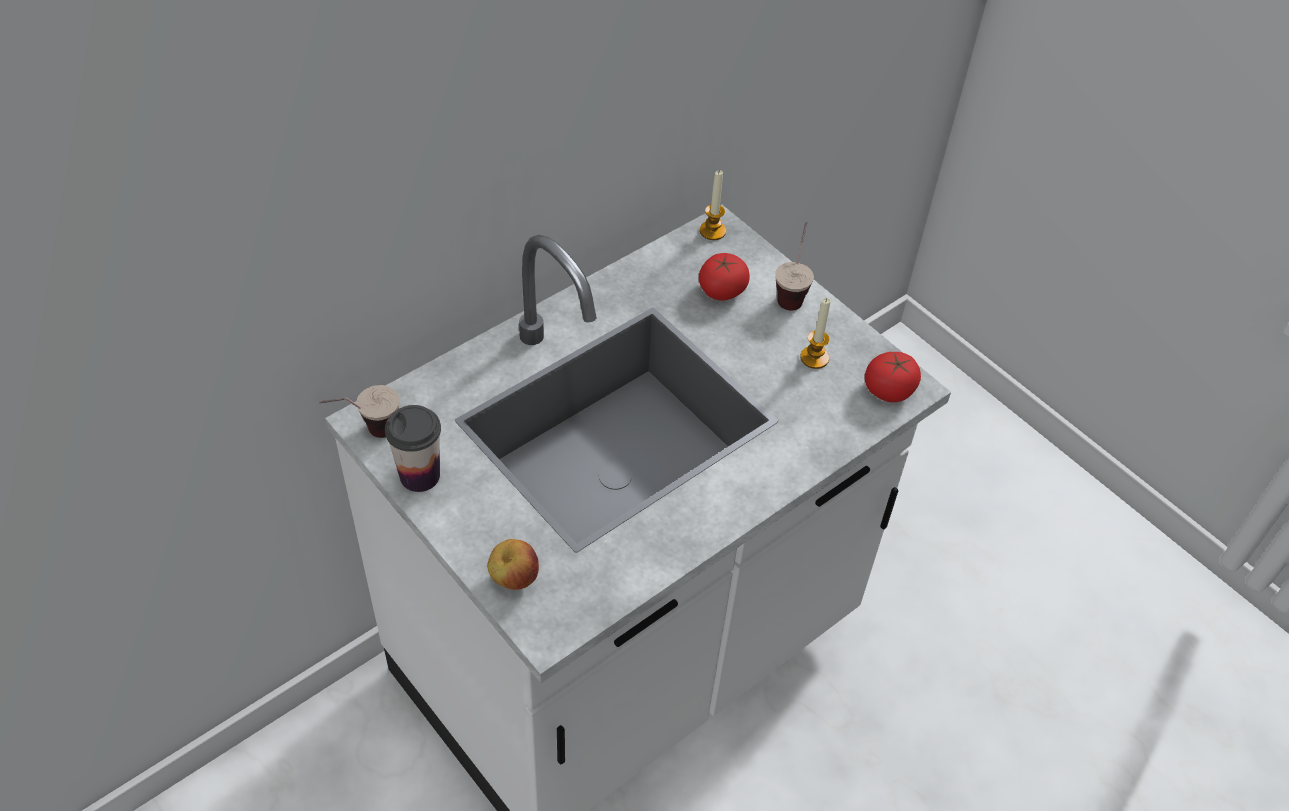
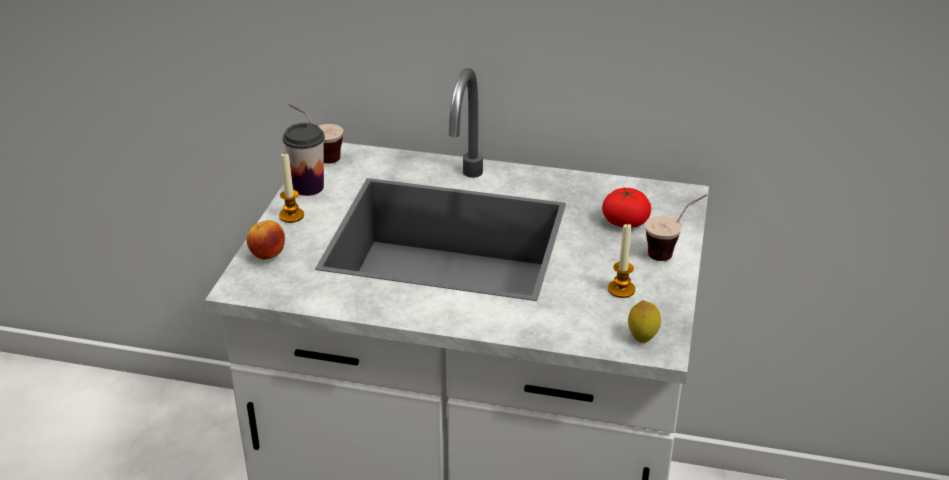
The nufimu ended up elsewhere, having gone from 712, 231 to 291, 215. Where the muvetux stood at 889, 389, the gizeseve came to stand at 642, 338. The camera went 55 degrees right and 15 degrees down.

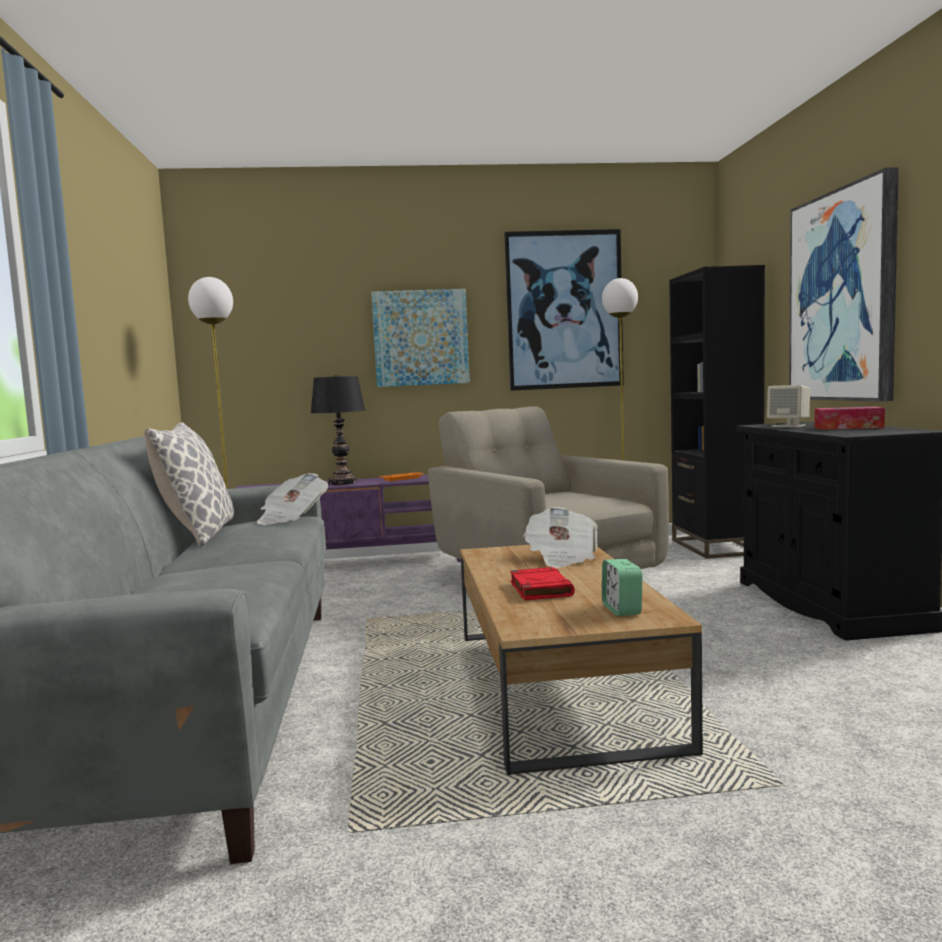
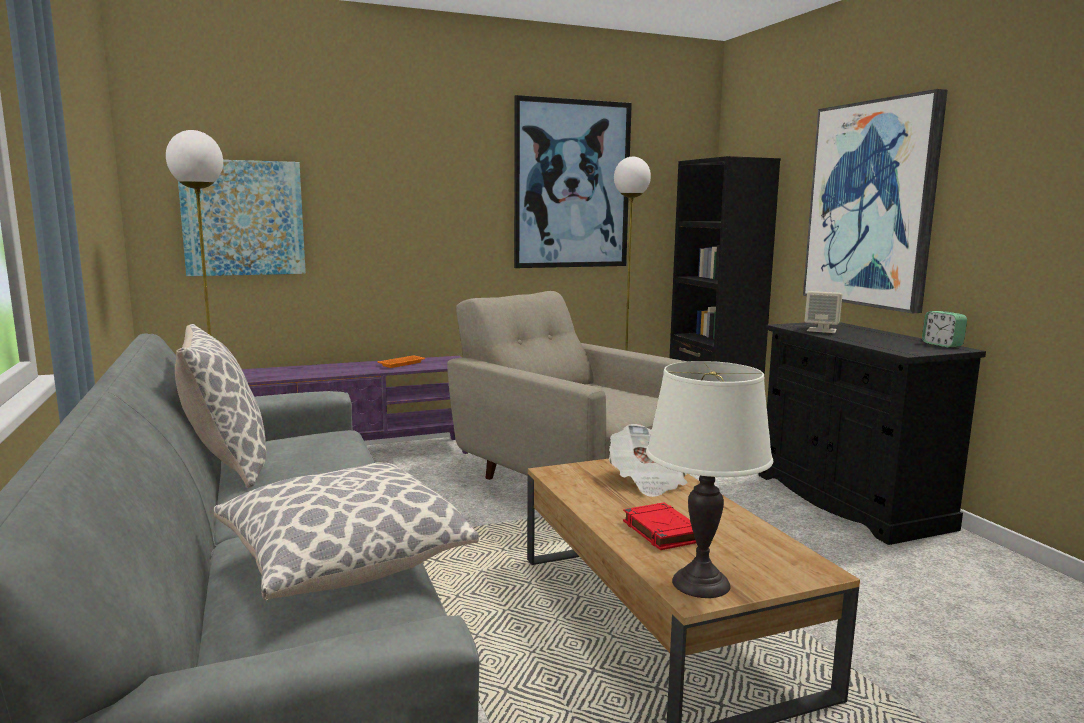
The second view lost the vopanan at 292, 518. The second view lost the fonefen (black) at 342, 483. The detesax ended up elsewhere, having gone from 420, 338 to 243, 218. The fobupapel ended up elsewhere, having gone from 622, 609 to 942, 345. The second view lost the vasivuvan at 848, 427. The second view gained the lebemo at 343, 563. The second view gained the fonefen (white) at 701, 583. The camera went 15 degrees left and 5 degrees up.

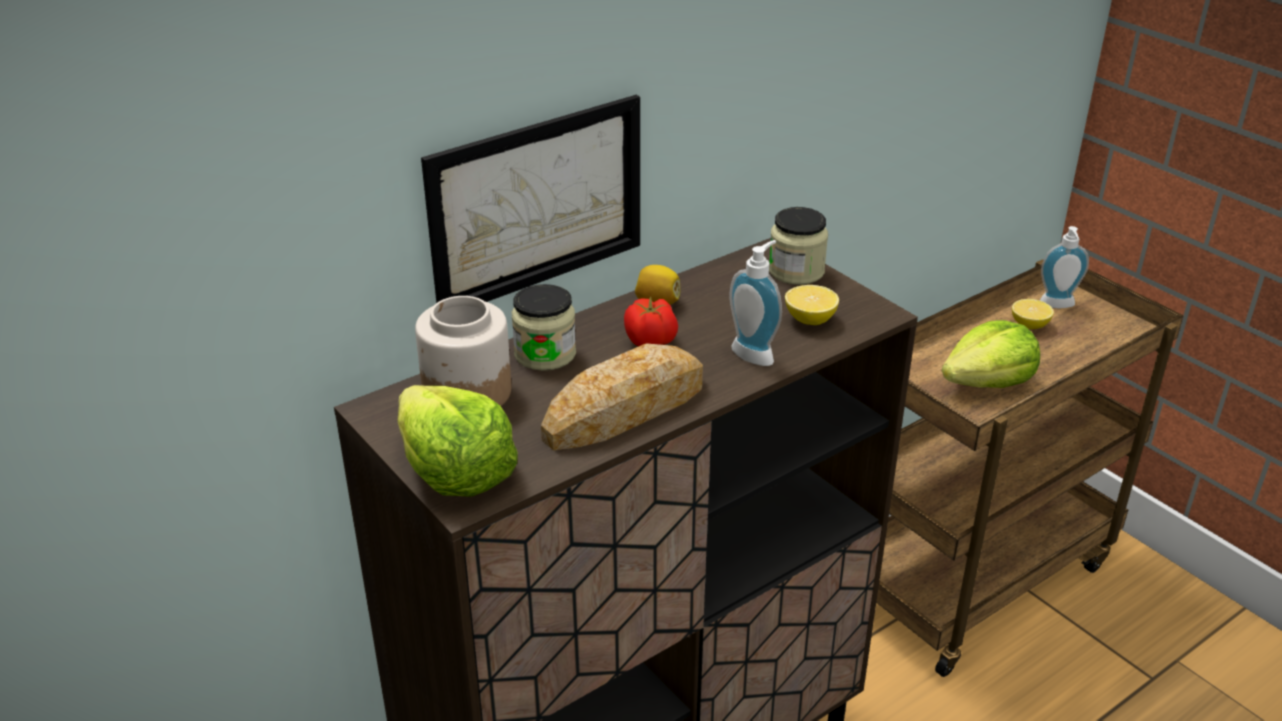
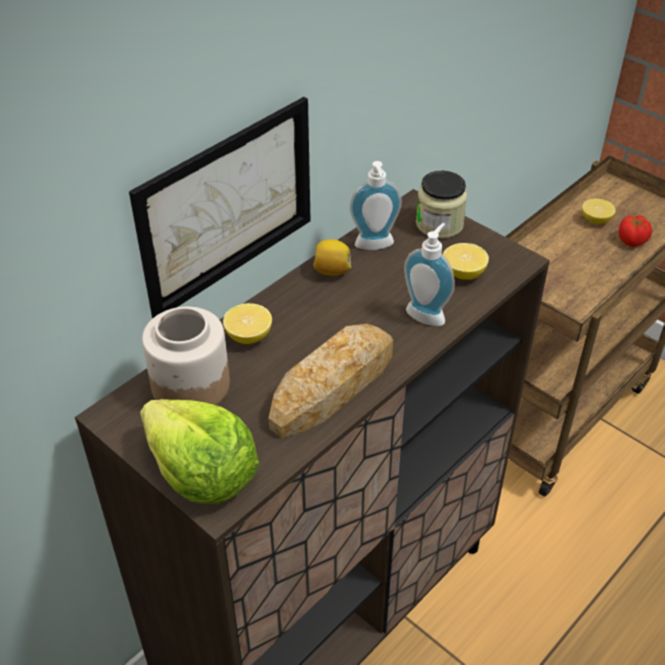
Where the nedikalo stood at 545, 354, the gizeseve came to stand at 249, 336. The muvetux ended up elsewhere, having gone from 651, 342 to 632, 241. The second view lost the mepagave at 988, 383. The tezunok ended up elsewhere, having gone from 1057, 306 to 375, 247. The camera went 10 degrees left and 10 degrees up.

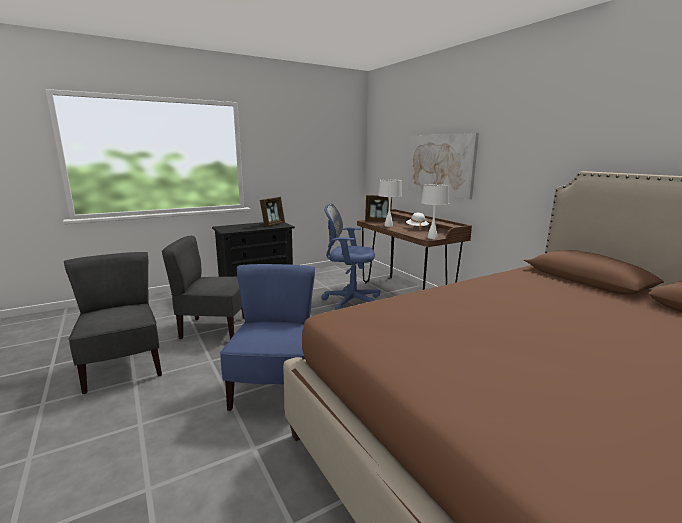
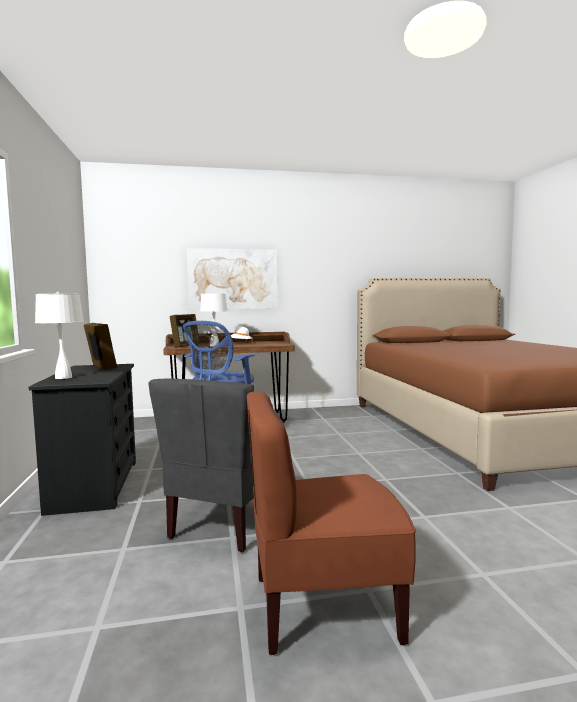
What was the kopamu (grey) at 124, 368 turned into the kopamu (brown) at 323, 606. The second view lost the kopamu (blue) at 273, 389. The fonefen (white) ended up elsewhere, having gone from 432, 237 to 63, 377. The camera went 70 degrees left and 10 degrees down.

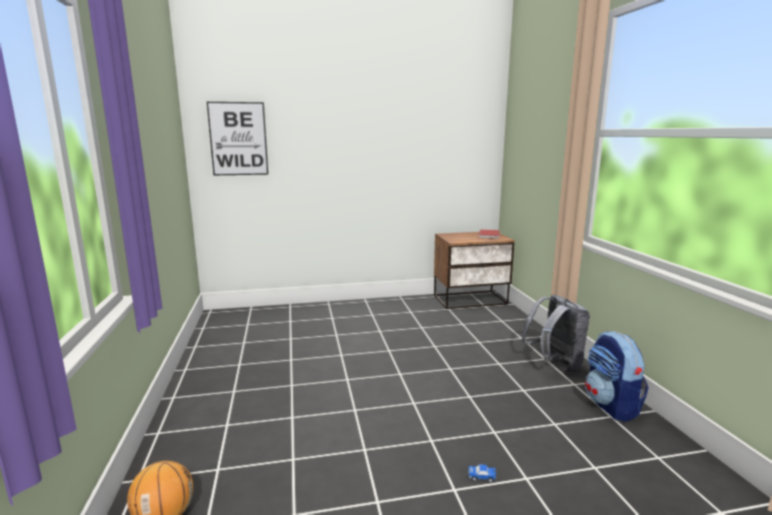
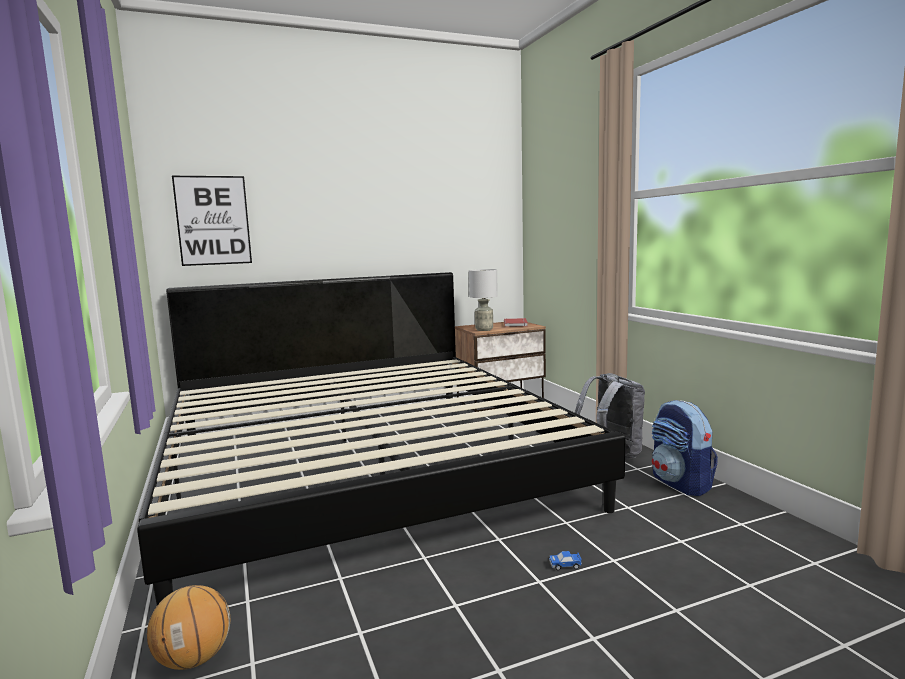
The second view gained the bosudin at 363, 468. The second view gained the fonefen (grey) at 483, 330. The camera went 10 degrees left and 5 degrees down.

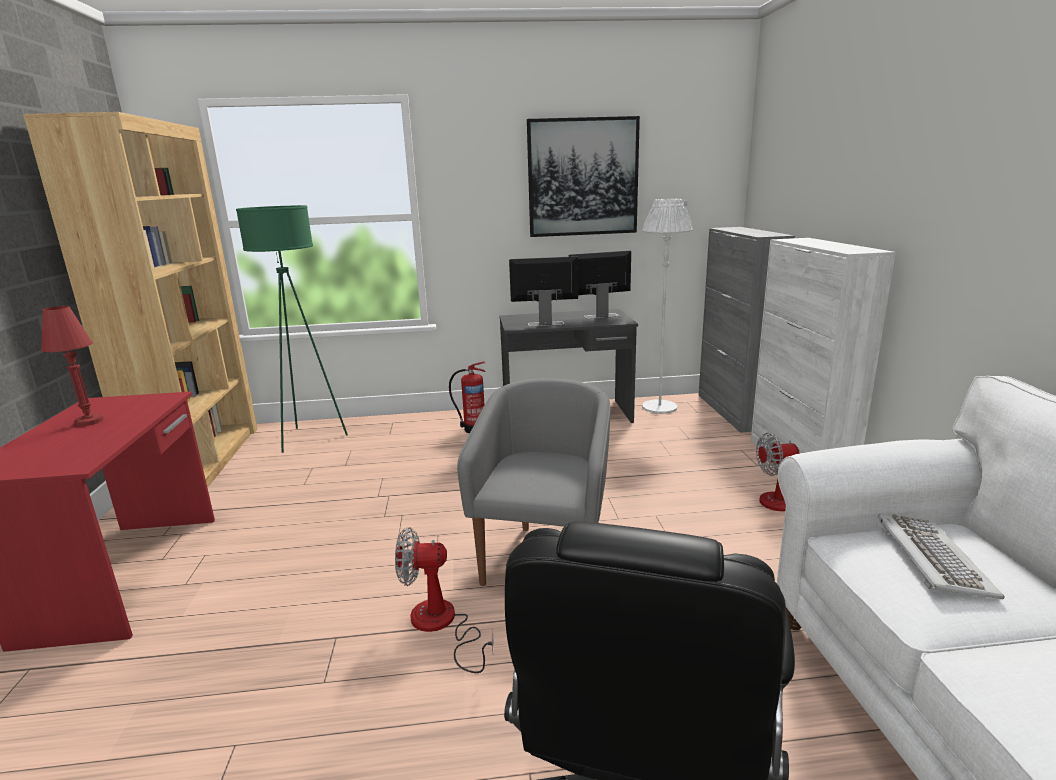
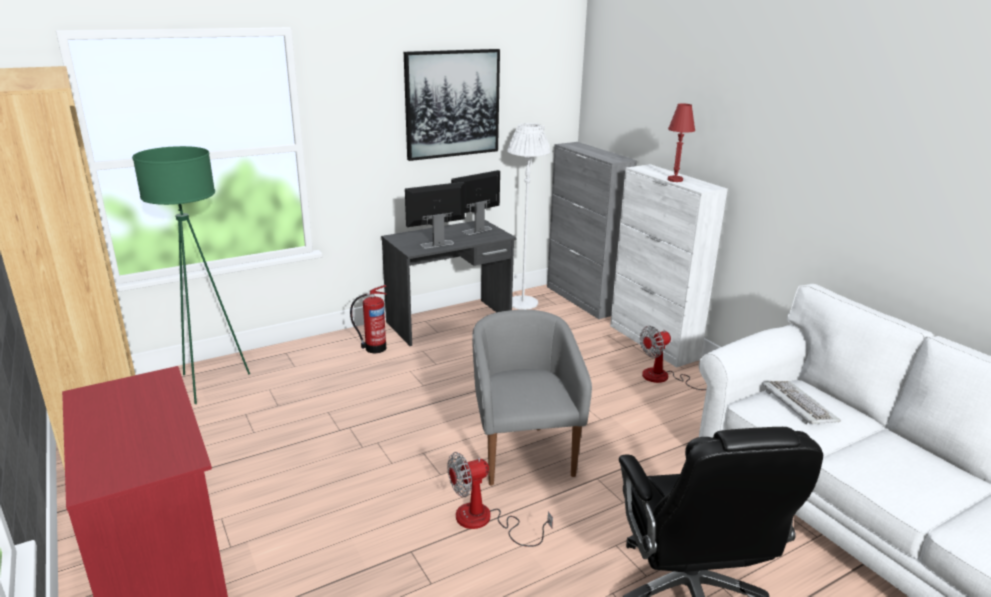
The fonefen (red) ended up elsewhere, having gone from 89, 421 to 675, 180. The camera went 25 degrees left and 5 degrees up.

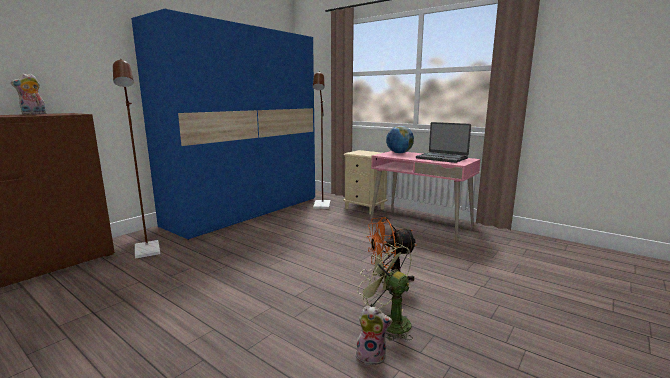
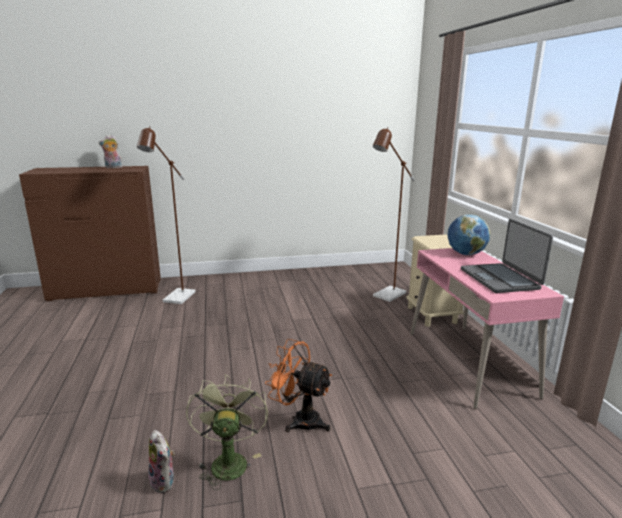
The second view lost the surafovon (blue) at 246, 211. The camera went 40 degrees right and 5 degrees up.

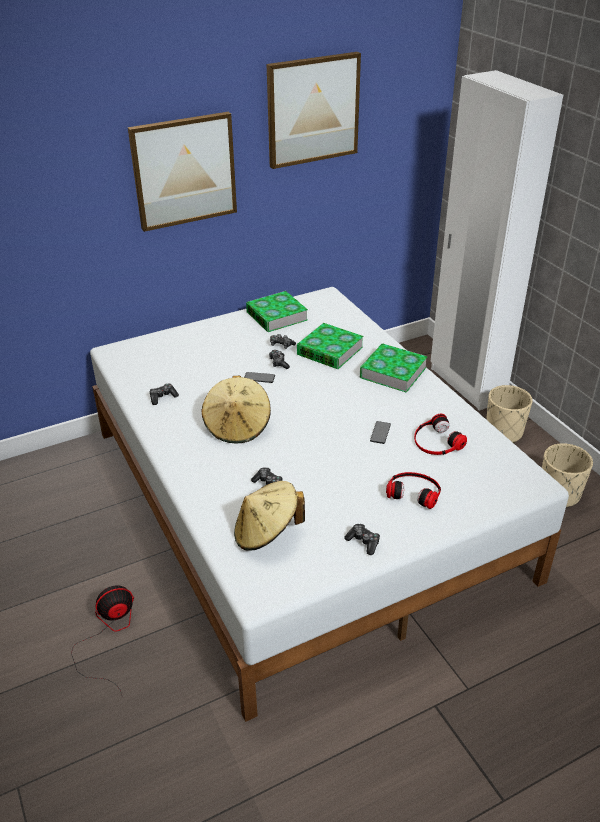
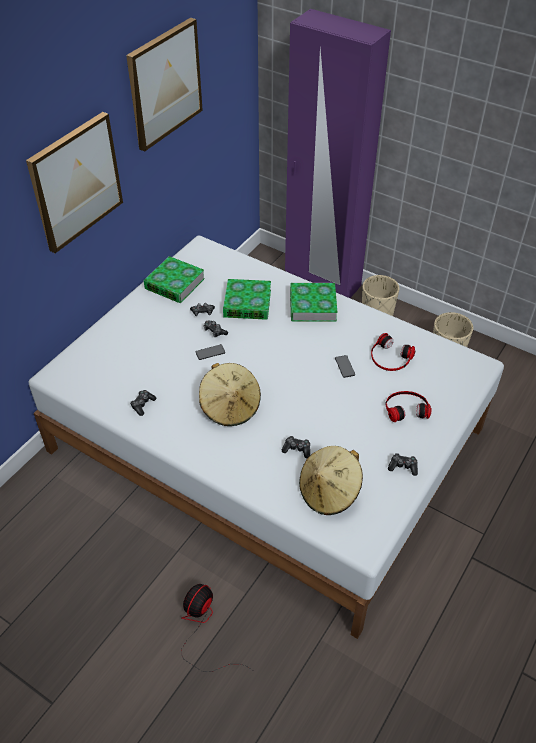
What was the surafovon (white) at 466, 385 turned into the surafovon (purple) at 322, 281. The camera went 30 degrees left and 10 degrees up.

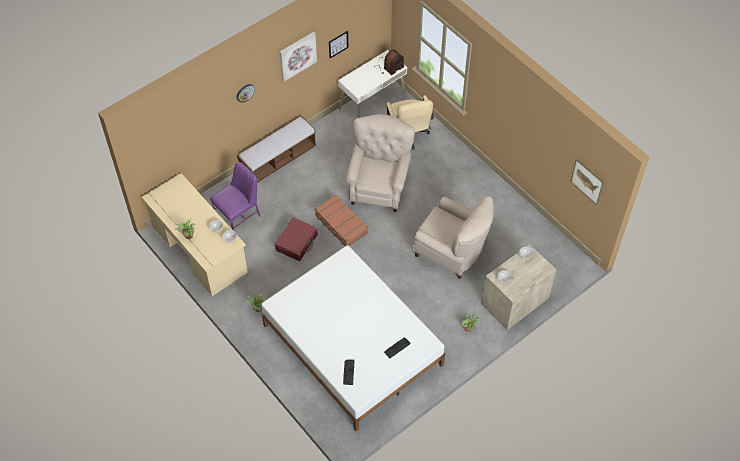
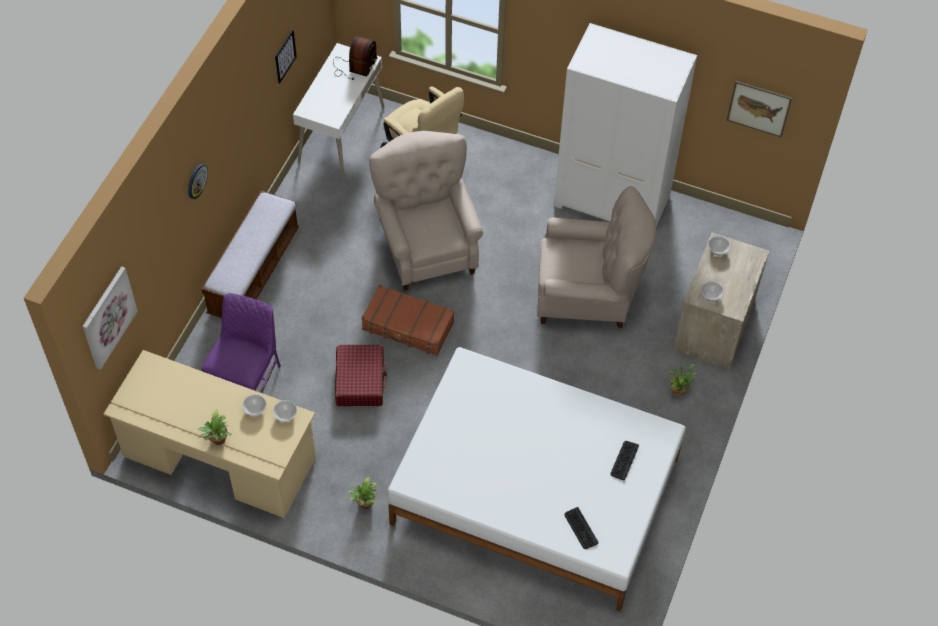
The detesax ended up elsewhere, having gone from 297, 55 to 108, 317. The second view gained the surafovon (white) at 613, 199. The camera went 30 degrees left and 0 degrees up.

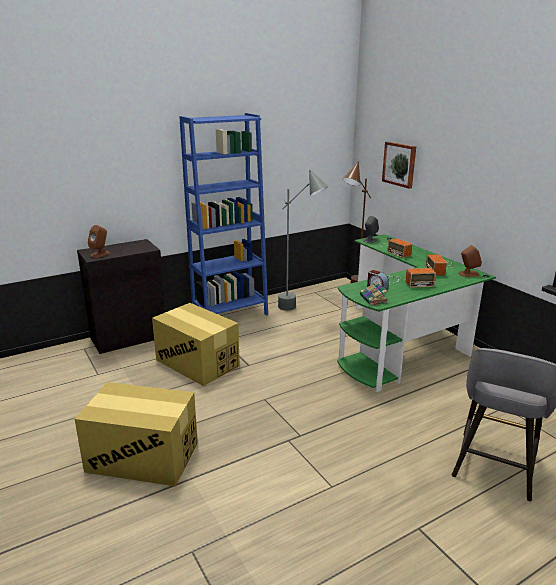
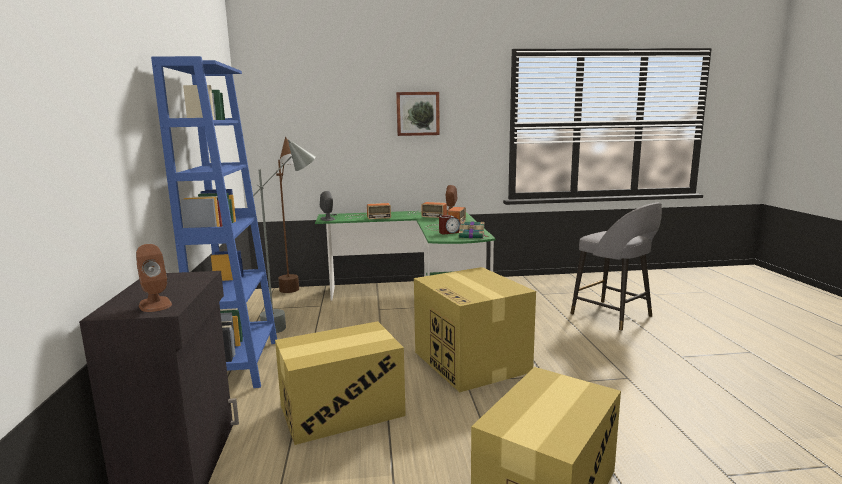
The detesax ended up elsewhere, having gone from 399, 164 to 417, 113. The second view gained the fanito at 472, 362. The camera went 65 degrees left and 10 degrees down.

